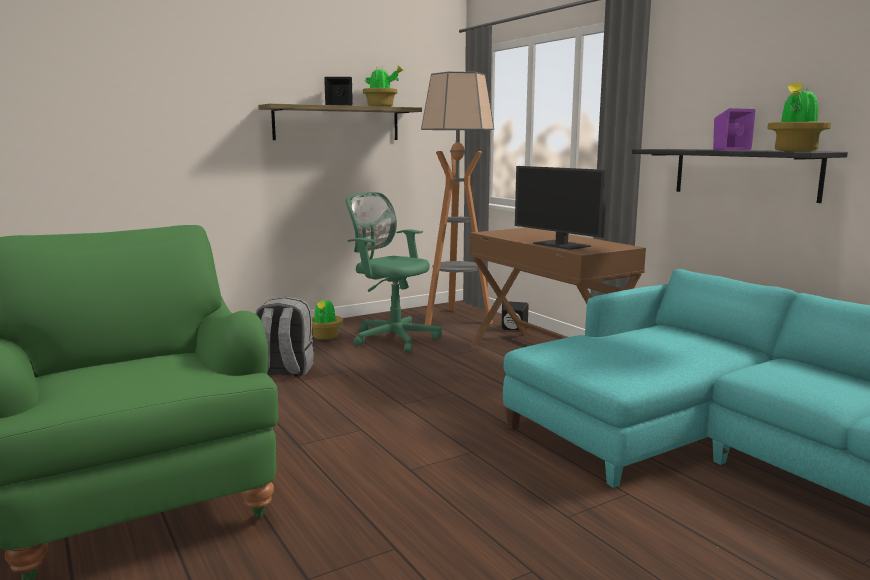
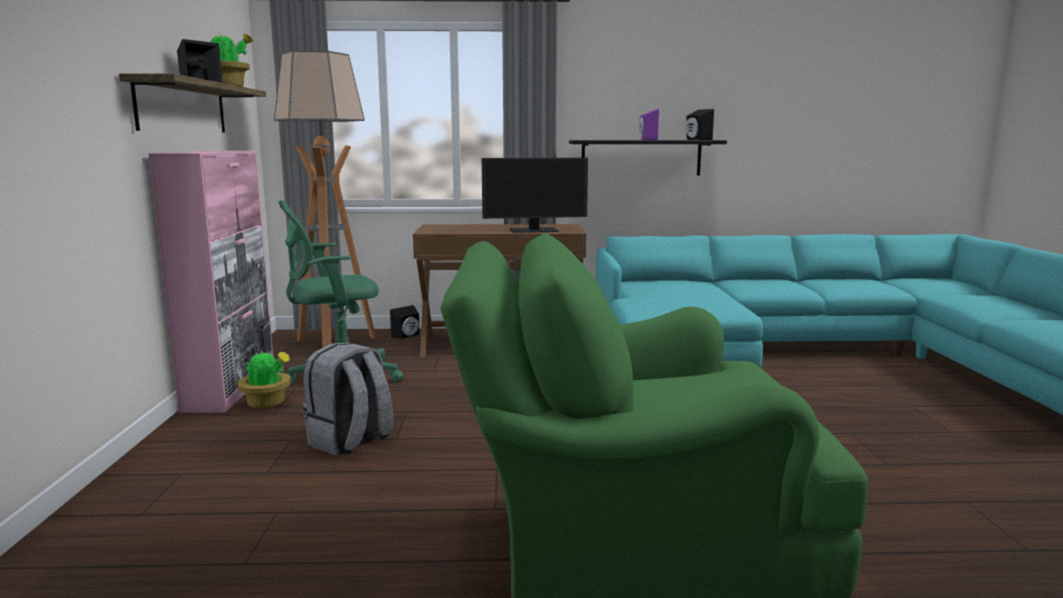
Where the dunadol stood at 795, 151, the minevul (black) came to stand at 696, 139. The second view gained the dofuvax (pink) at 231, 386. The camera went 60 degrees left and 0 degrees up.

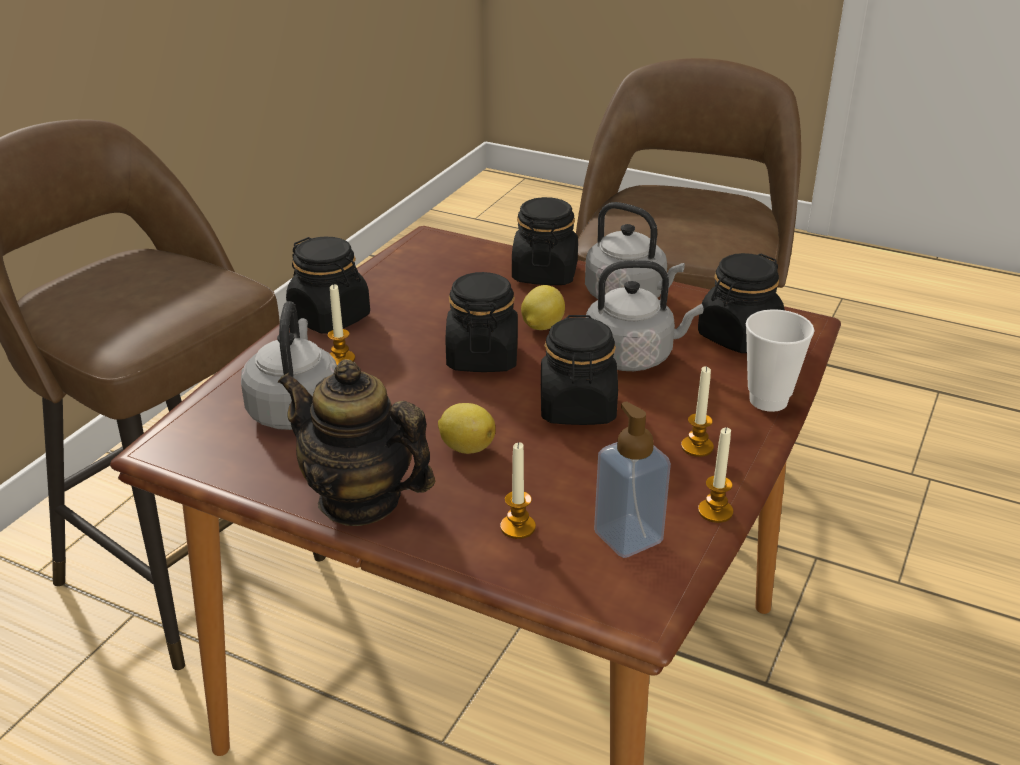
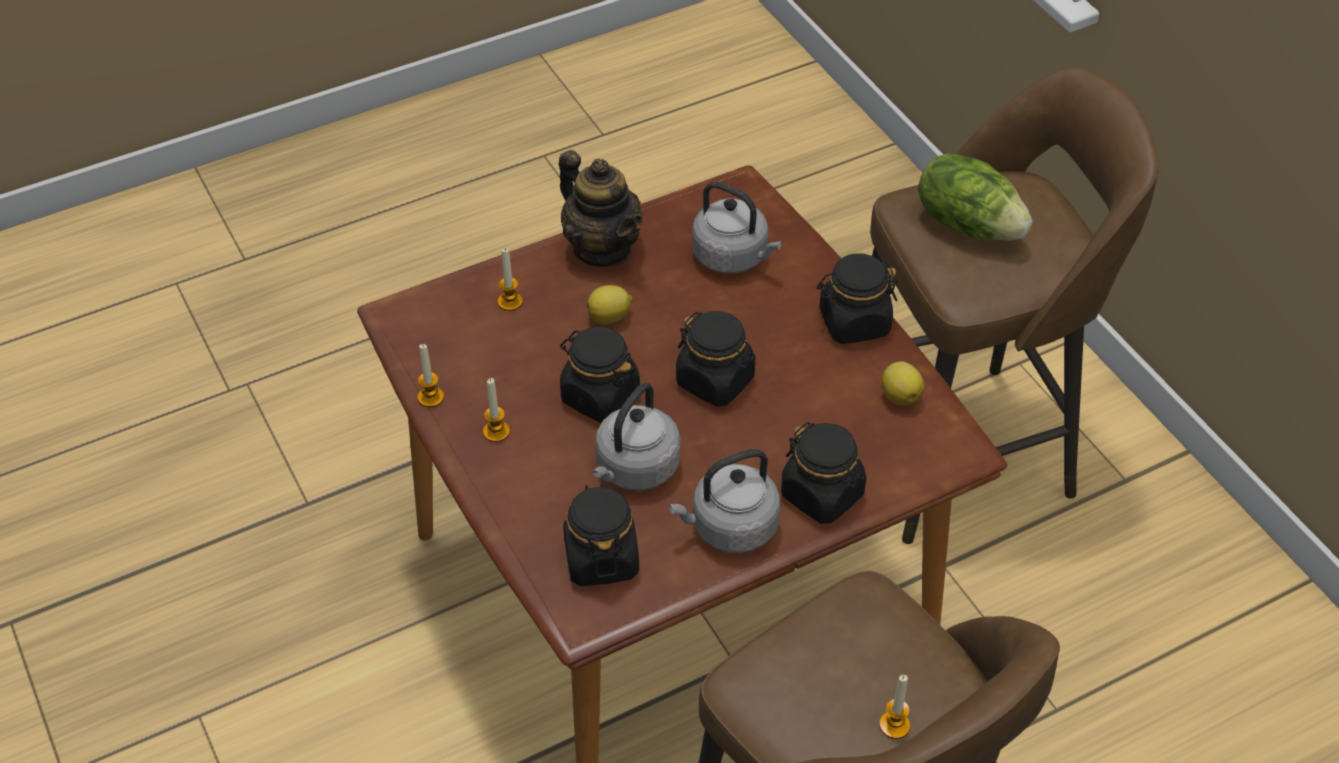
The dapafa at 360, 500 ended up facing another way, 75 degrees clockwise from before. The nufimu ended up elsewhere, having gone from 341, 359 to 894, 725. The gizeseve ended up elsewhere, having gone from 541, 326 to 900, 395. The second view lost the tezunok at 628, 537. The second view lost the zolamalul at 768, 400. The second view gained the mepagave at 968, 223. The camera went 125 degrees right and 15 degrees up.

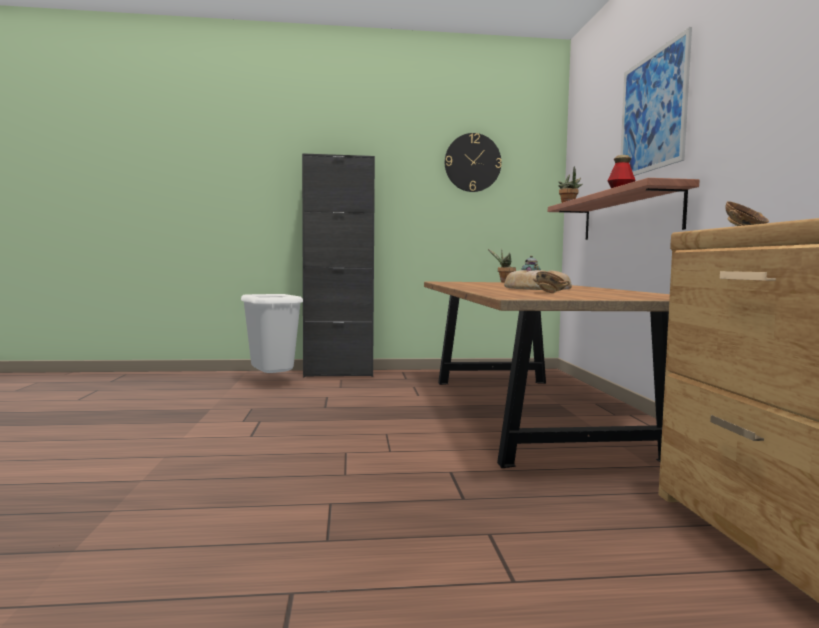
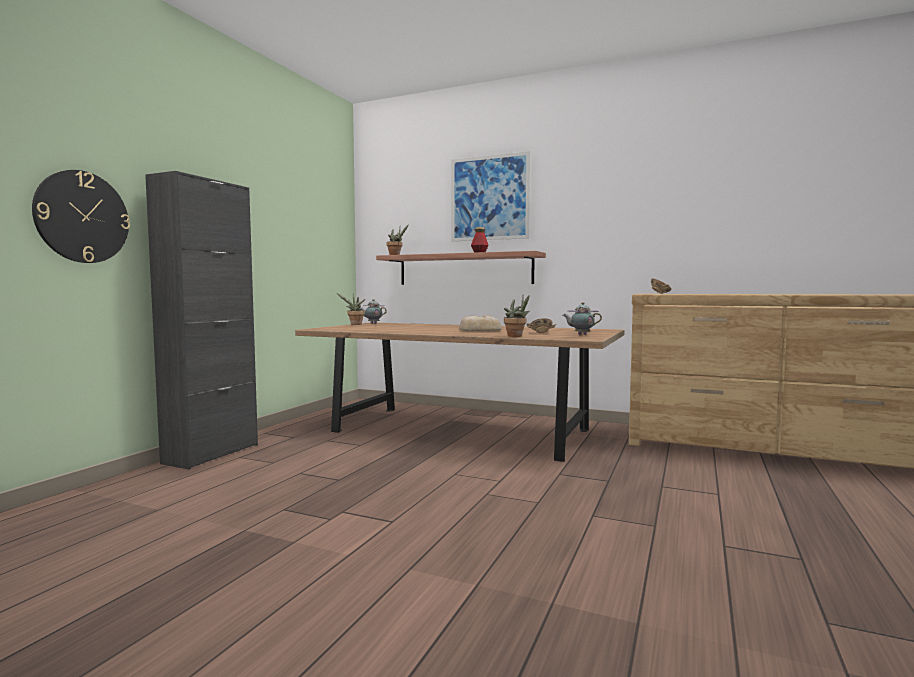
The second view lost the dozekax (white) at 272, 383. The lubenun ended up elsewhere, having gone from 472, 162 to 82, 217. The second view gained the dunadol at 516, 336. The second view gained the dapafa at 581, 334. The camera went 60 degrees left and 0 degrees up.

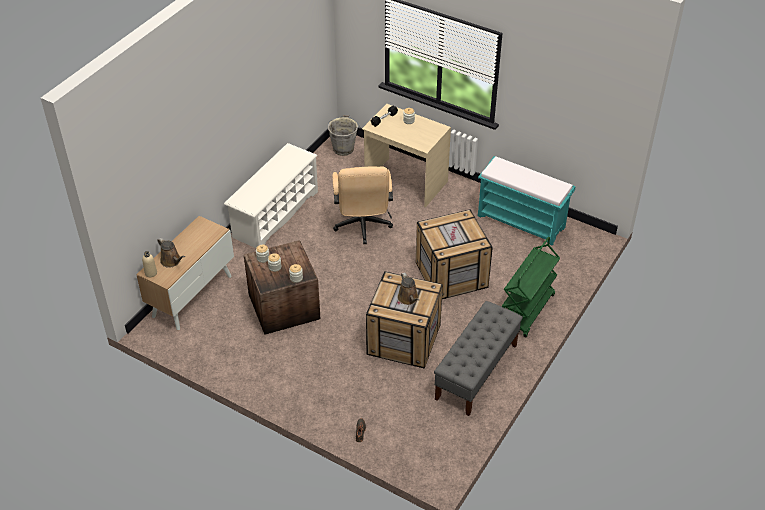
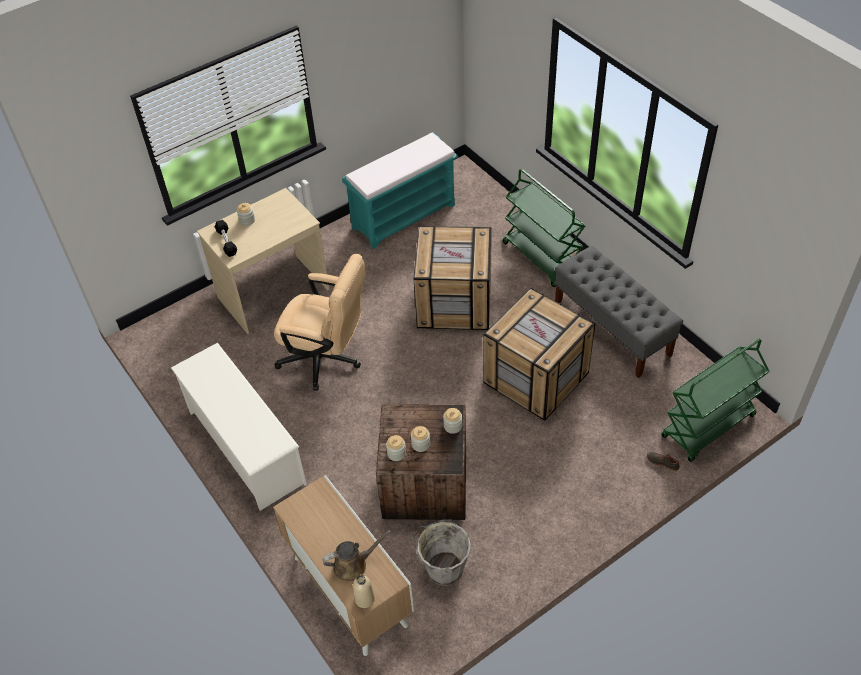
The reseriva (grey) ended up elsewhere, having gone from 343, 148 to 443, 568. The second view lost the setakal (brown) at 408, 299. The second view gained the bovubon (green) at 708, 427. The camera went 65 degrees left and 5 degrees up.

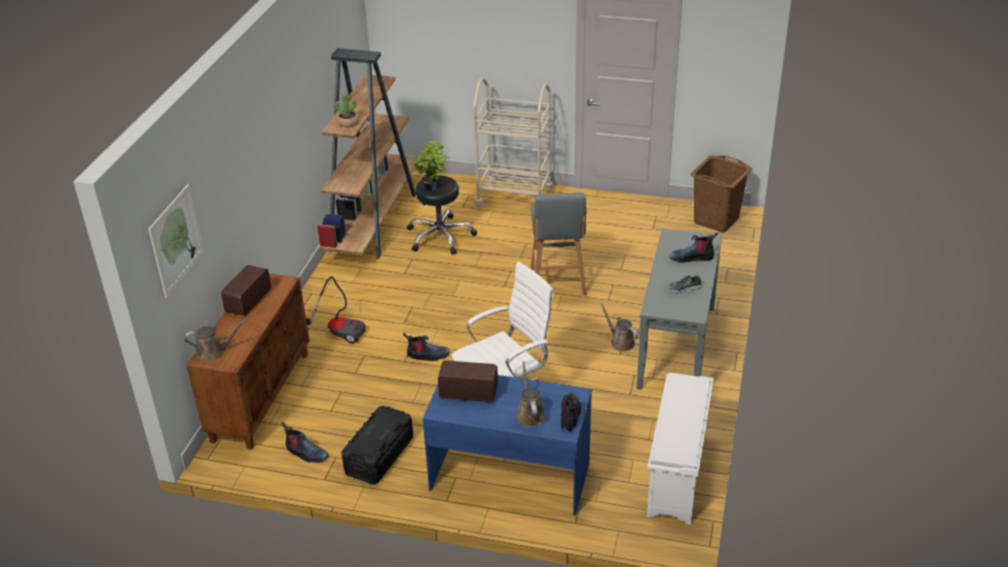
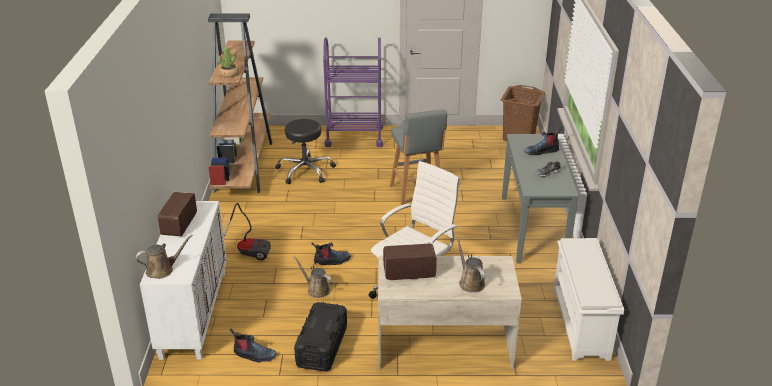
The second view lost the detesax at 176, 240. What was the dofuvax (brown) at 260, 396 turned into the dofuvax (white) at 193, 313. The second view lost the dunadol at 432, 190. What was the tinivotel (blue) at 510, 475 turned into the tinivotel (beige) at 444, 345. What was the bovubon (beige) at 514, 197 turned into the bovubon (purple) at 354, 137. The second view lost the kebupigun at 570, 415. The setakal (brown) ended up elsewhere, having gone from 620, 342 to 316, 290. The camera went 15 degrees left and 5 degrees down.

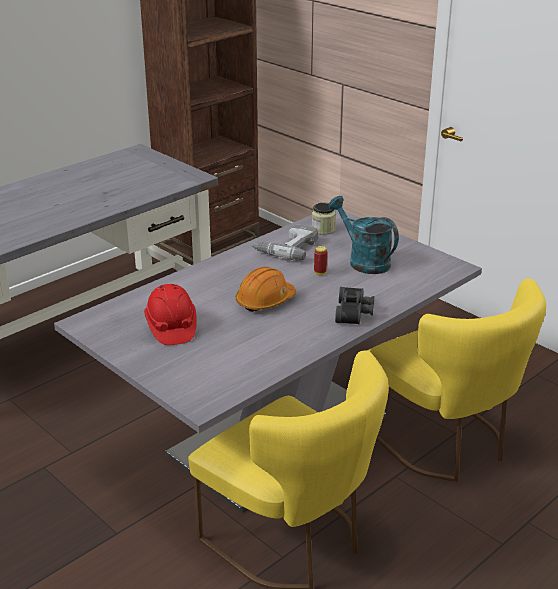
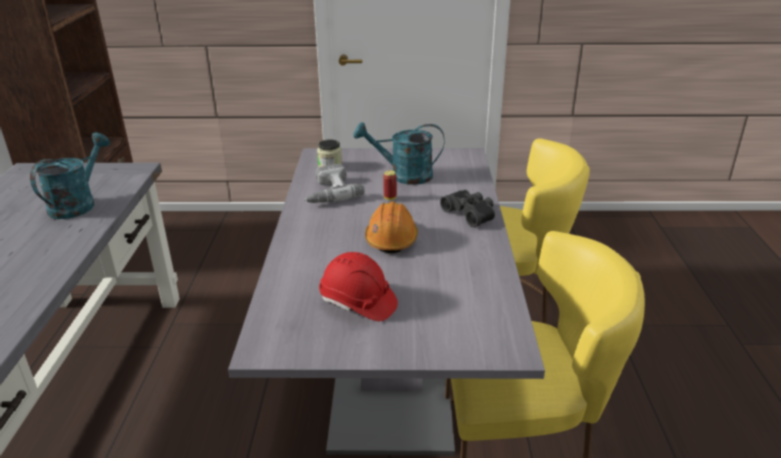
The second view gained the setakal (turquoise) at 78, 204. The camera went 45 degrees left and 0 degrees up.

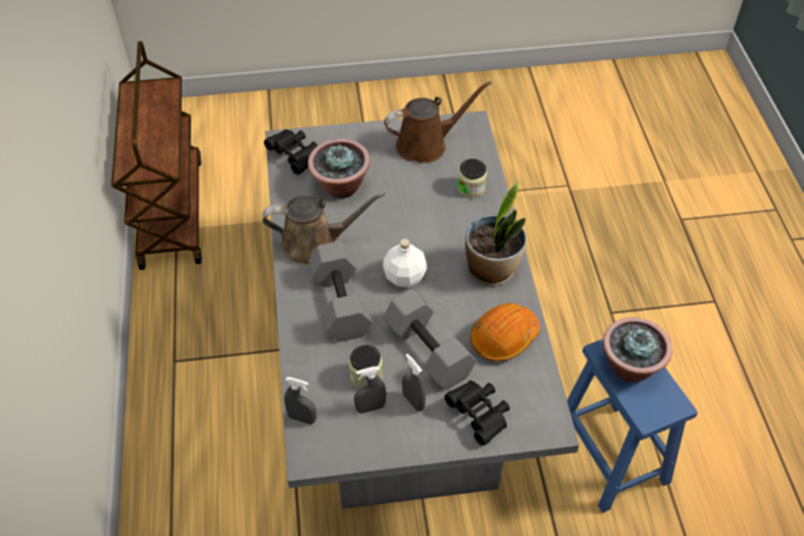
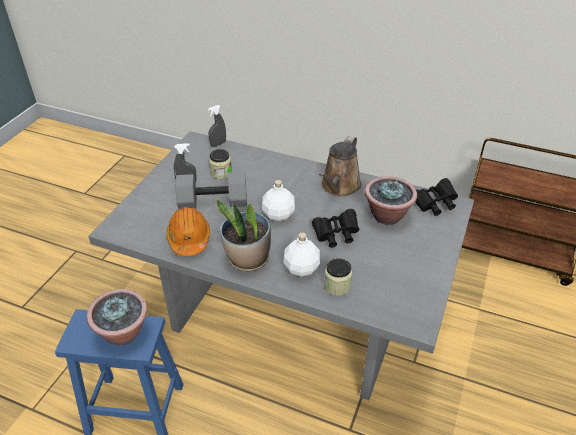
The second view lost the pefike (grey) at 339, 302. The second view lost the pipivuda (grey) at 370, 407. The second view lost the setakal (brown) at 426, 144. The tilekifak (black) ended up elsewhere, having gone from 479, 415 to 336, 235. The second view gained the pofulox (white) at 302, 268. The camera went 120 degrees right and 10 degrees down.

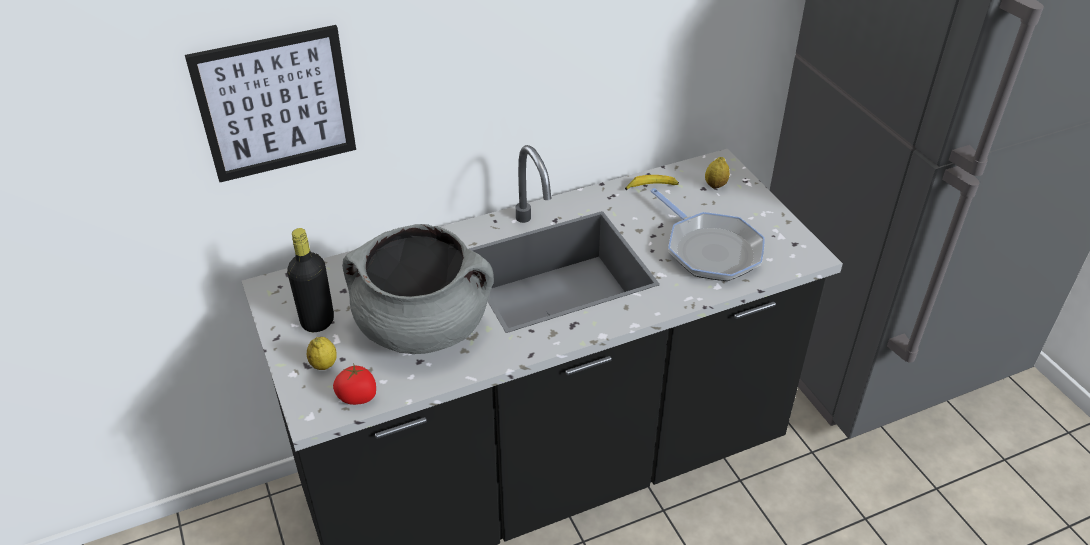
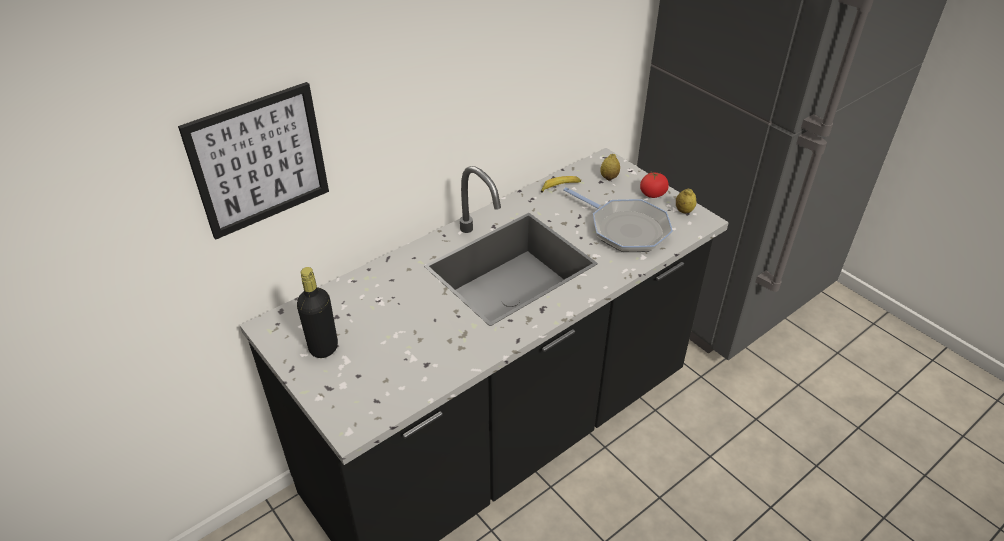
The gizeseve ended up elsewhere, having gone from 324, 365 to 684, 211. The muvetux ended up elsewhere, having gone from 358, 396 to 652, 194. The second view lost the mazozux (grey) at 424, 326. The camera went 15 degrees left and 0 degrees up.

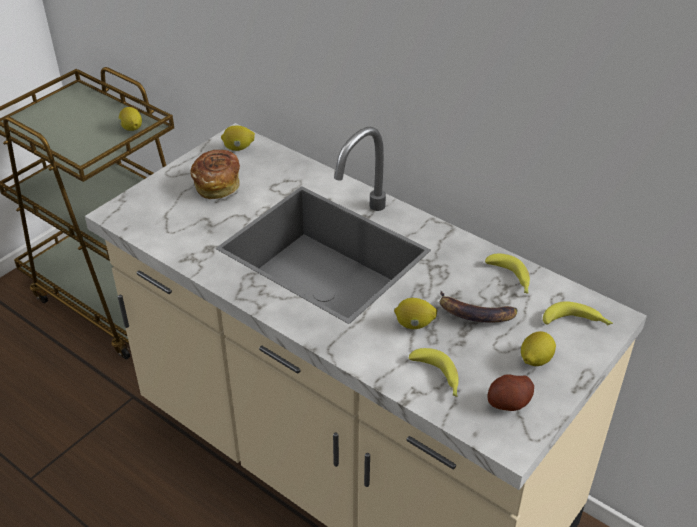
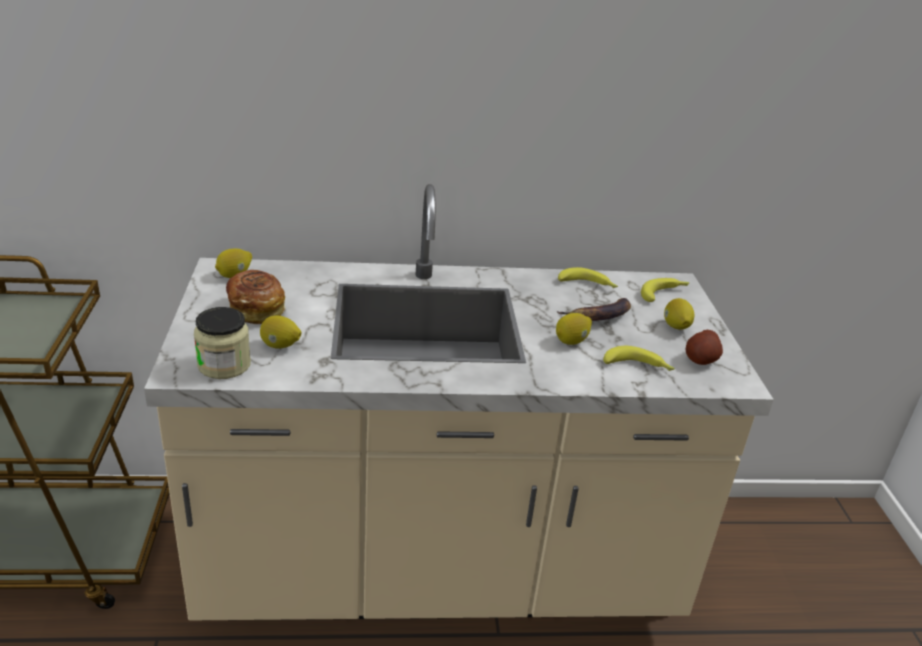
The gizeseve ended up elsewhere, having gone from 132, 129 to 280, 346. The second view gained the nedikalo at 224, 365. The camera went 45 degrees left and 10 degrees down.

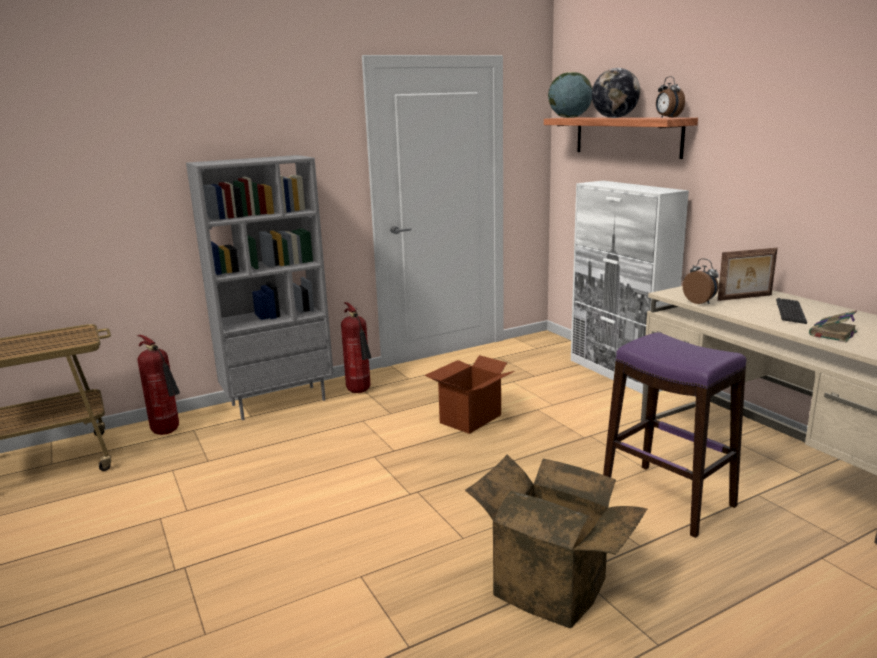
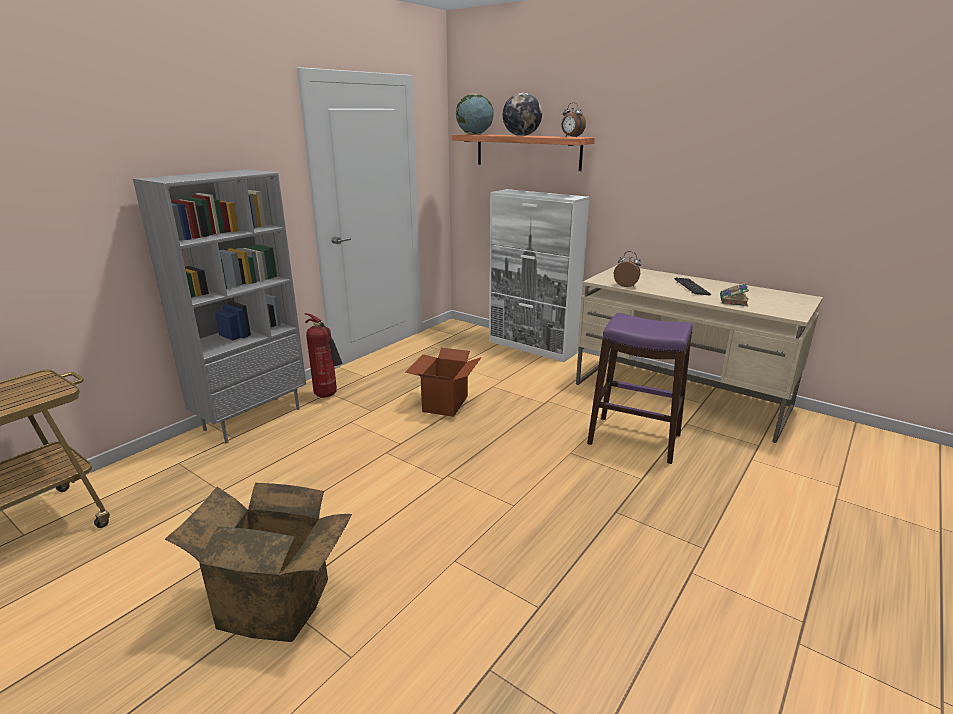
The second view lost the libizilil at 168, 432. The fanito ended up elsewhere, having gone from 554, 584 to 279, 599. The second view lost the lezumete at 745, 298. The camera went 25 degrees left and 5 degrees up.

